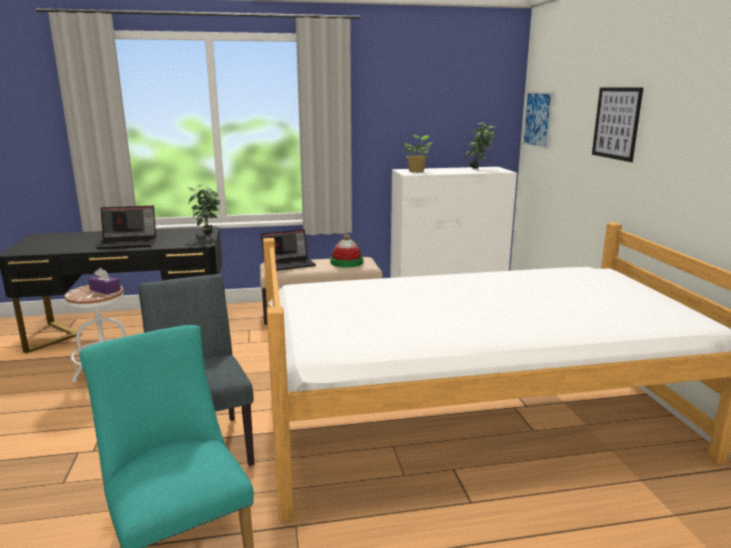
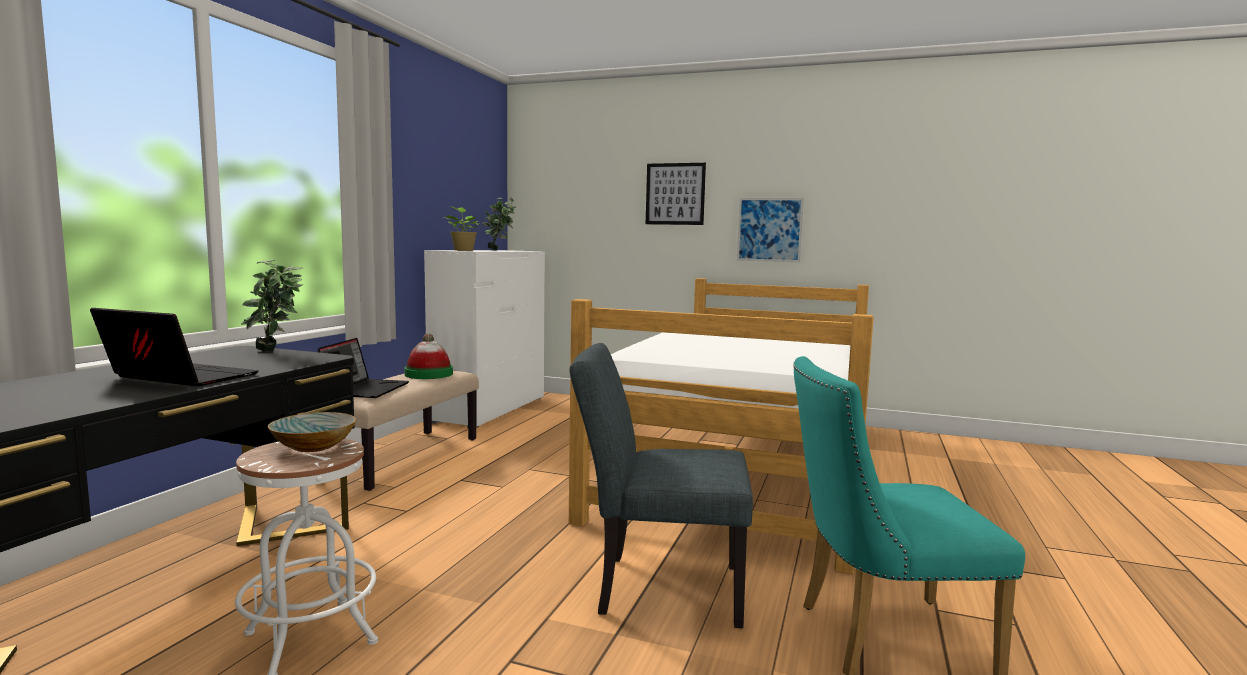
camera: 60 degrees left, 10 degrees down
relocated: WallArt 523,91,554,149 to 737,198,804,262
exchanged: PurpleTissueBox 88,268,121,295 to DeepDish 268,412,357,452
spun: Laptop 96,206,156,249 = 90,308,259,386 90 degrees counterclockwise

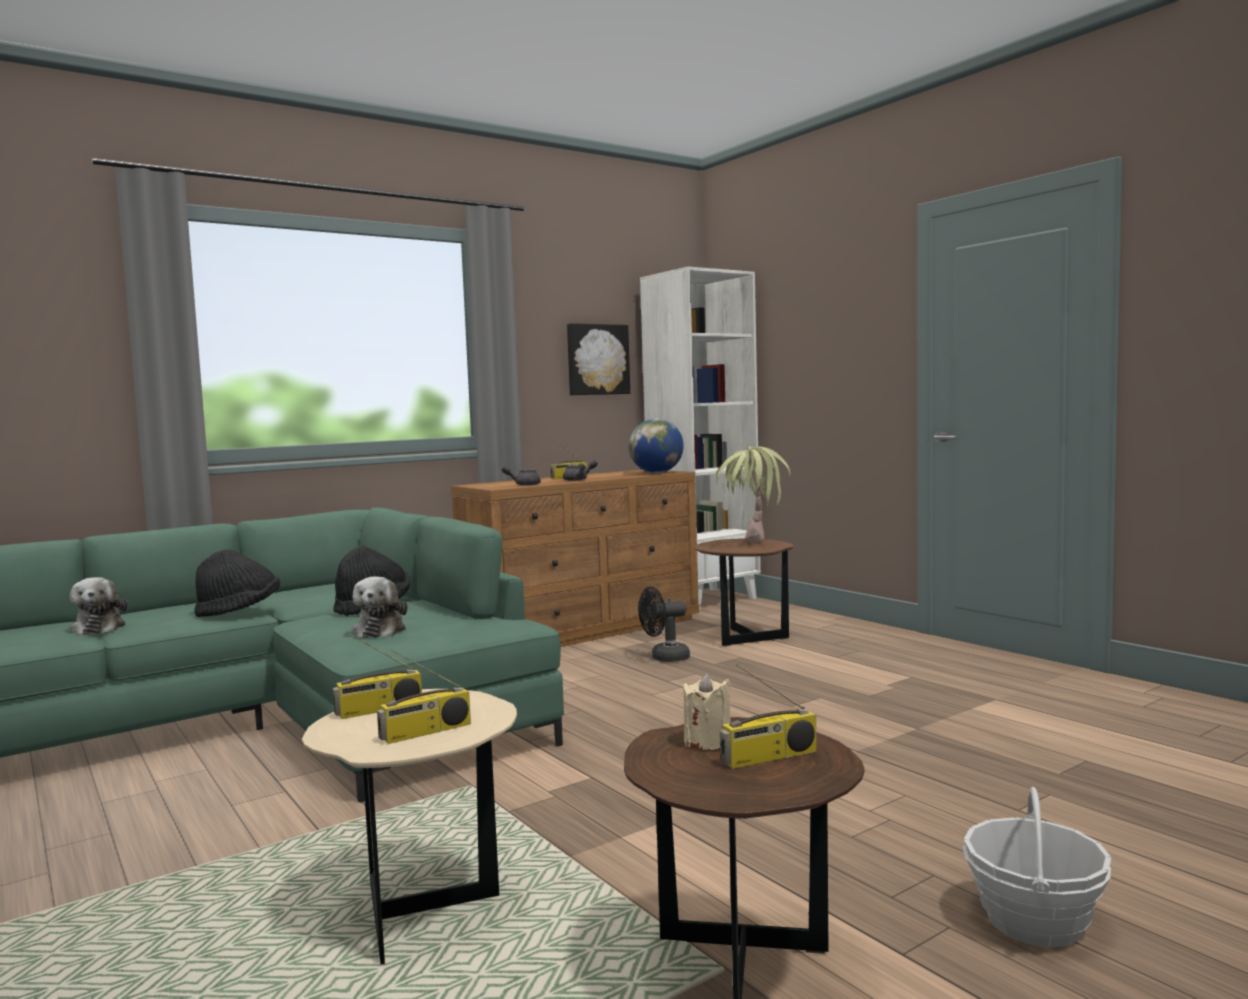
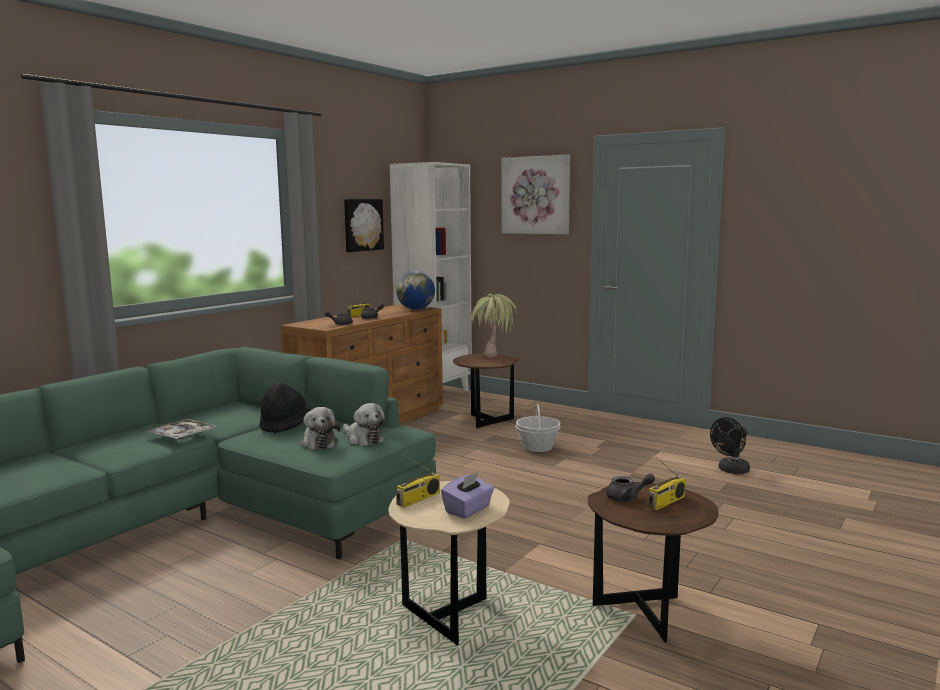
camera: 20 degrees left, 5 degrees up
appeared: WallArt 501,155,570,234
relocated: PlushToy 68,577,128,635 to 343,403,385,446; BlackColouredFan 638,587,690,662 to 710,417,750,474; Basket 962,787,1111,947 to 515,403,561,452
exchanged: BlackColouredHat 194,550,280,617 to Tray 146,419,217,439; Radio 377,650,471,744 to PurpleTissueBox 441,472,494,518; BeigeWaxLight 683,673,731,750 to GreyPotForTea 606,473,655,502

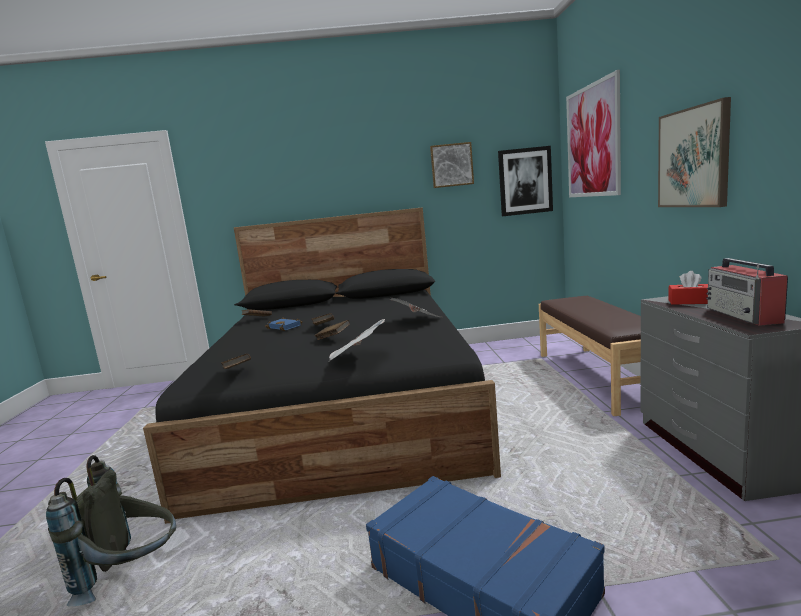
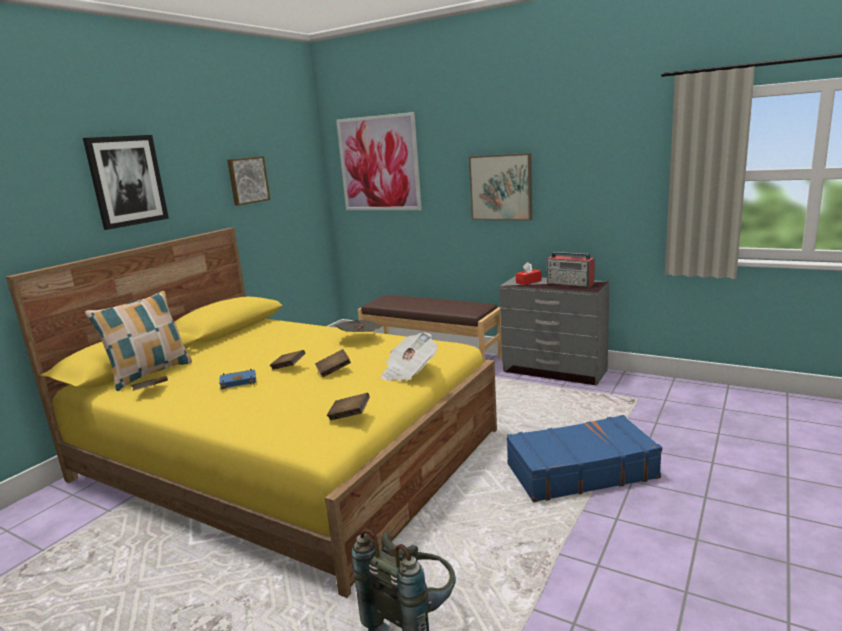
camera: 55 degrees left, 5 degrees up
appeared: ThrowPillow 85,291,192,391
relocated: WallArt 498,146,553,216 to 83,135,169,230
colour: BlackColouredBed 143,207,501,524 to YellowBed 6,228,497,598

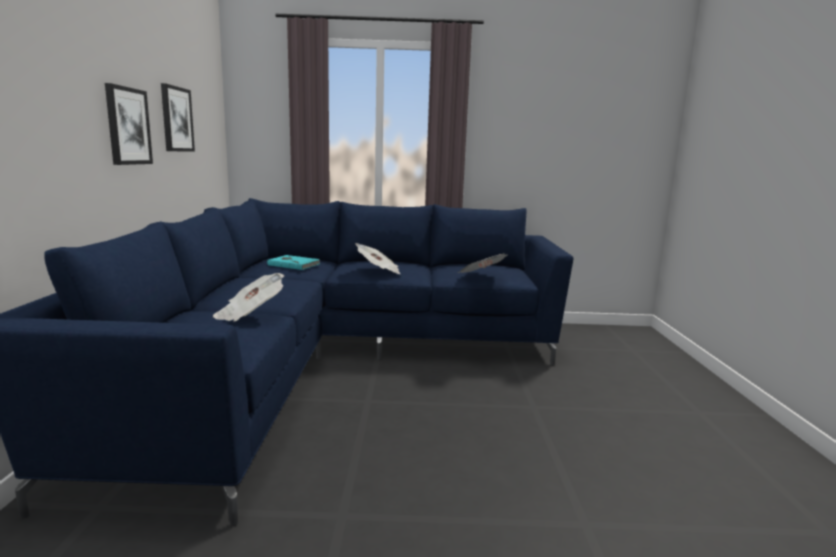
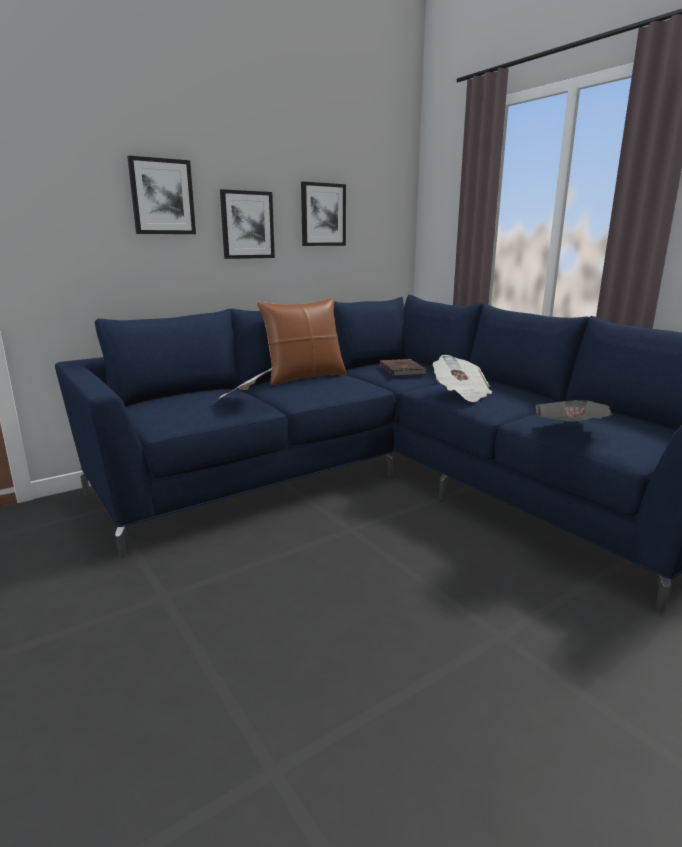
camera: 55 degrees right, 5 degrees up
appeared: WallArt 127,156,196,234; BrownishThrowPillow 256,297,347,385
colour: TurquoiseBook 267,255,320,270 to BrownishBook 380,359,426,376

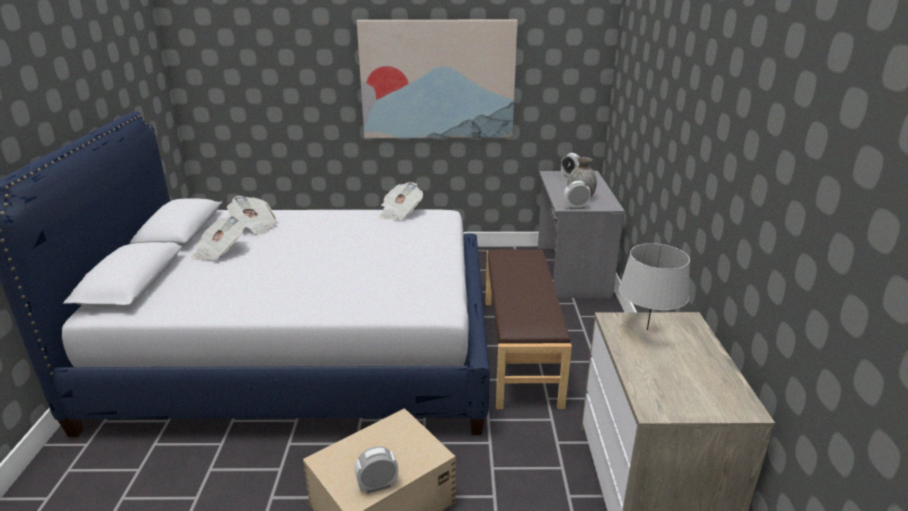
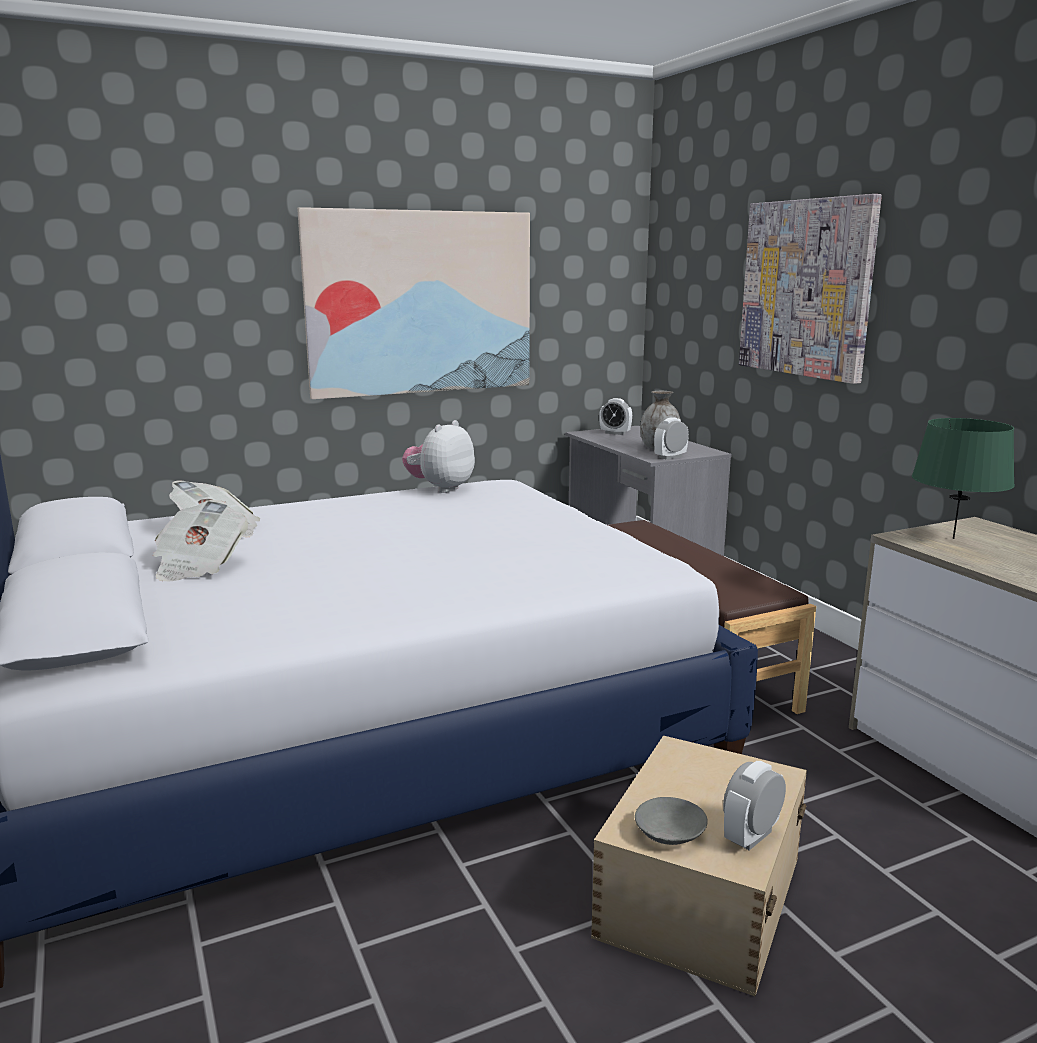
camera: 25 degrees left, 10 degrees down
appeared: GreyDeepDish 635,797,708,845; WallArt 739,194,882,384
exchanged: Newspaper 379,182,423,219 to PlushToy 402,420,475,493
colour: GreyLampForATable 619,243,690,330 to GreenColouredLampForATable 912,418,1015,539

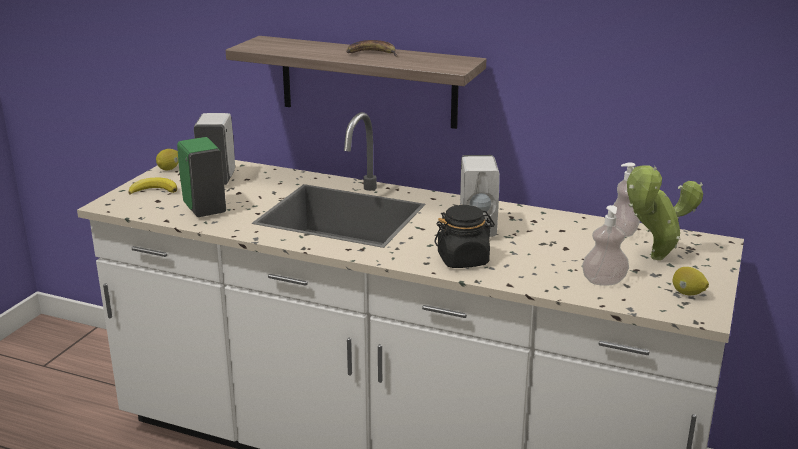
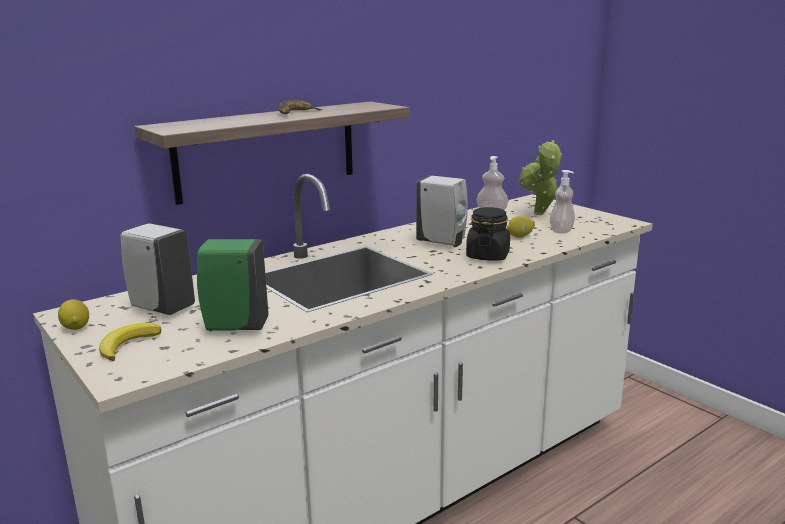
camera: 60 degrees left, 5 degrees down
relocated: CitrusFruit 673,267,709,295 to 507,216,535,238

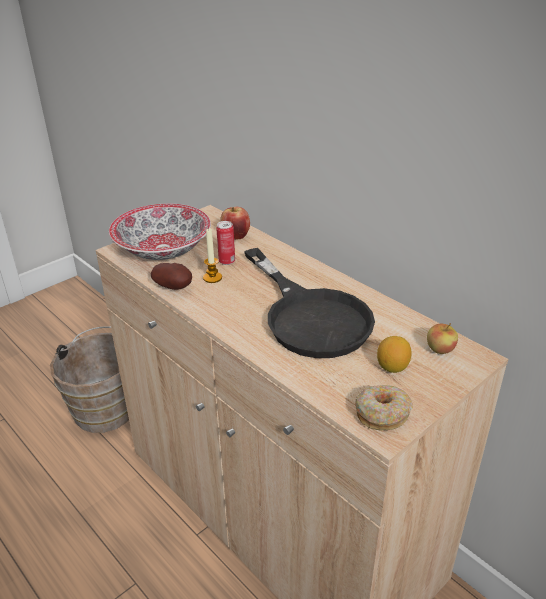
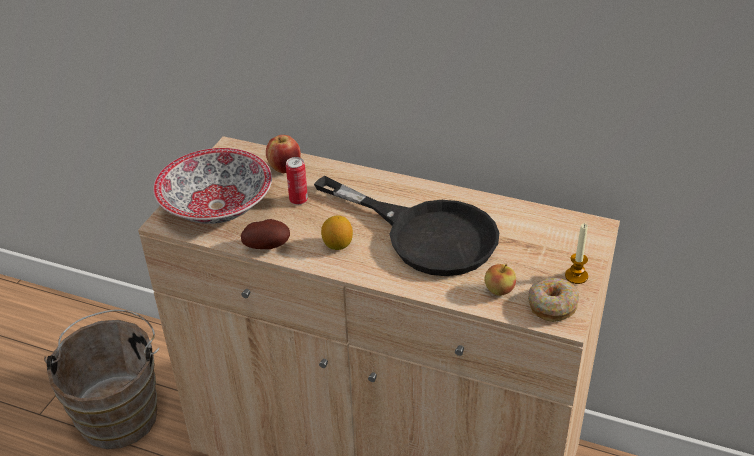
camera: 25 degrees left, 5 degrees up
relocated: WaxLight 203,228,222,283 to 565,223,588,284; CitrusFruit 377,336,412,373 to 321,215,353,250; Apple 427,323,458,354 to 484,263,516,296

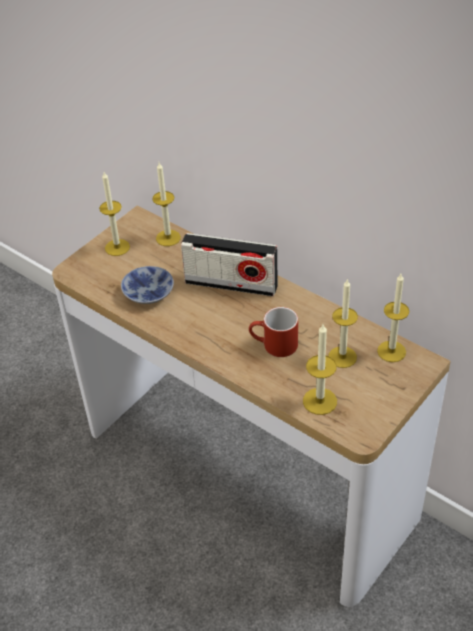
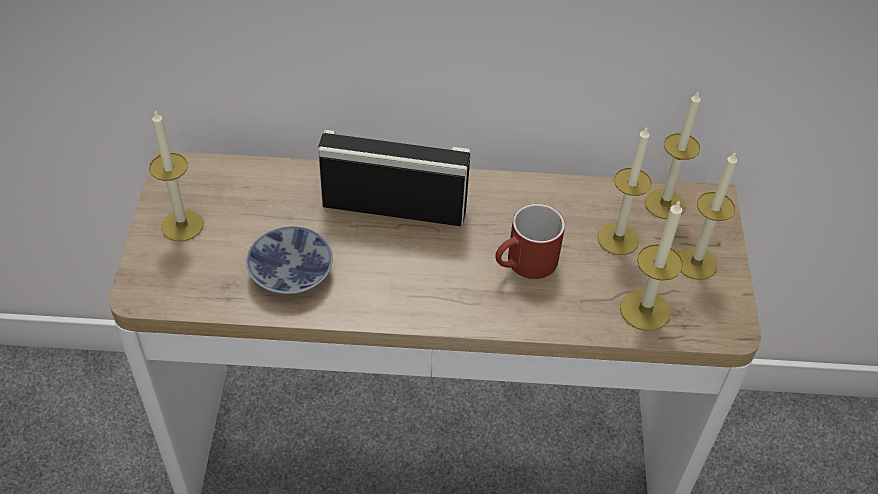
camera: 40 degrees left, 5 degrees up
relocated: WaxLight 152,162,181,246 to 678,153,737,280
spun: Radio 181,233,278,296 = 318,130,471,226 150 degrees counterclockwise

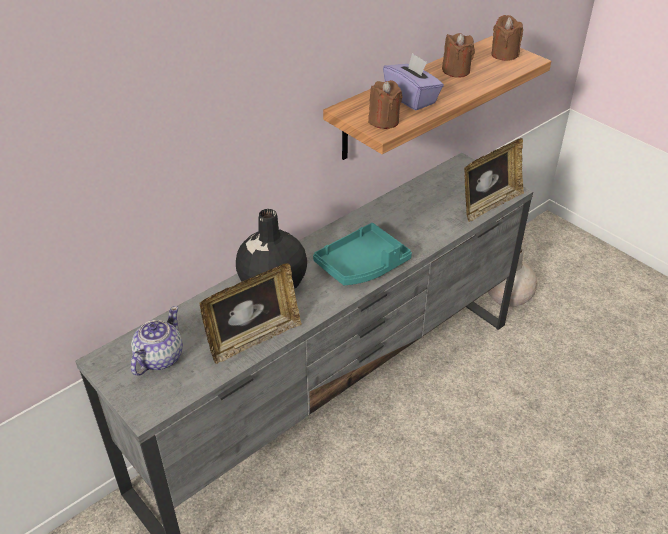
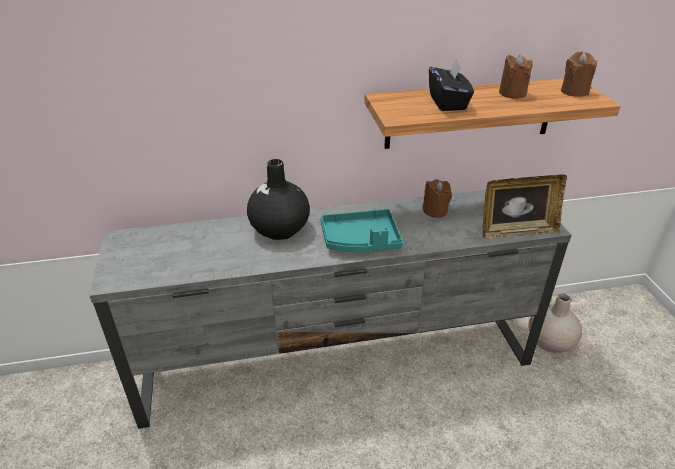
camera: 30 degrees right, 5 degrees down
missing: PotForTea 131,306,183,376; StandingFrame 199,263,302,364
relocated: BrownishWaxLight 368,80,403,129 to 422,179,452,218
colour: PurpleTissueBox 383,53,444,110 to BlackColouredTissueBox 429,58,474,111

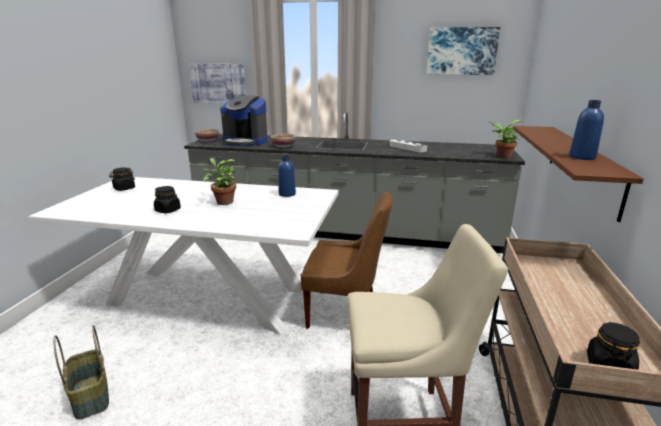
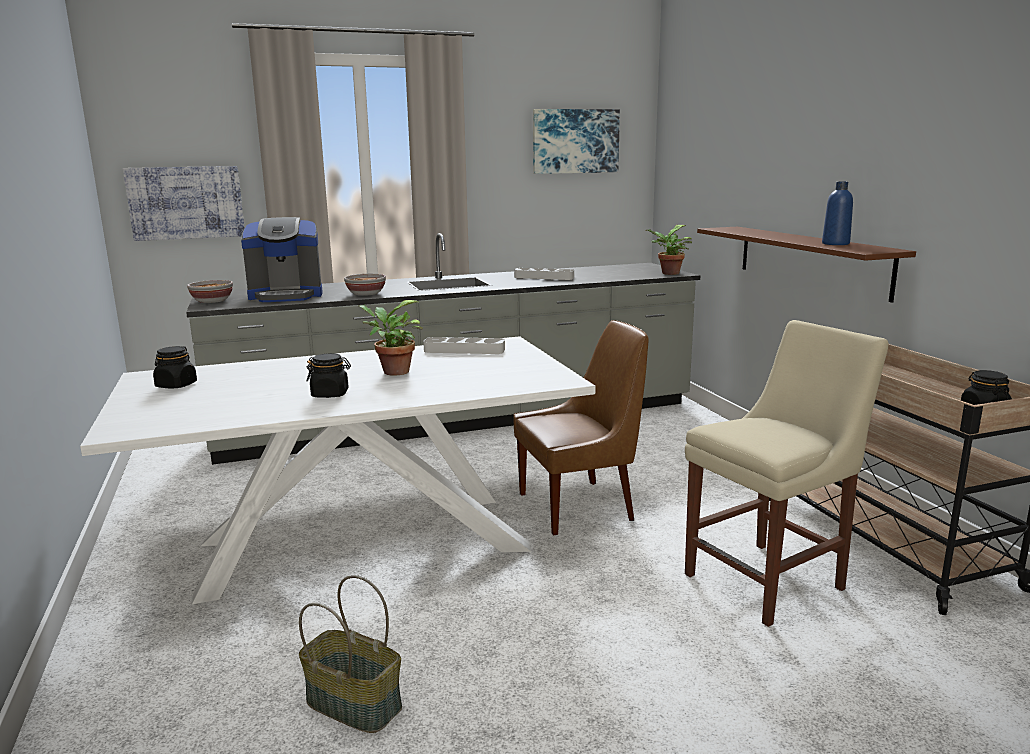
camera: 30 degrees left, 5 degrees down
exchanged: BluishBottle 278,155,296,197 to GreyTray 423,337,505,354

